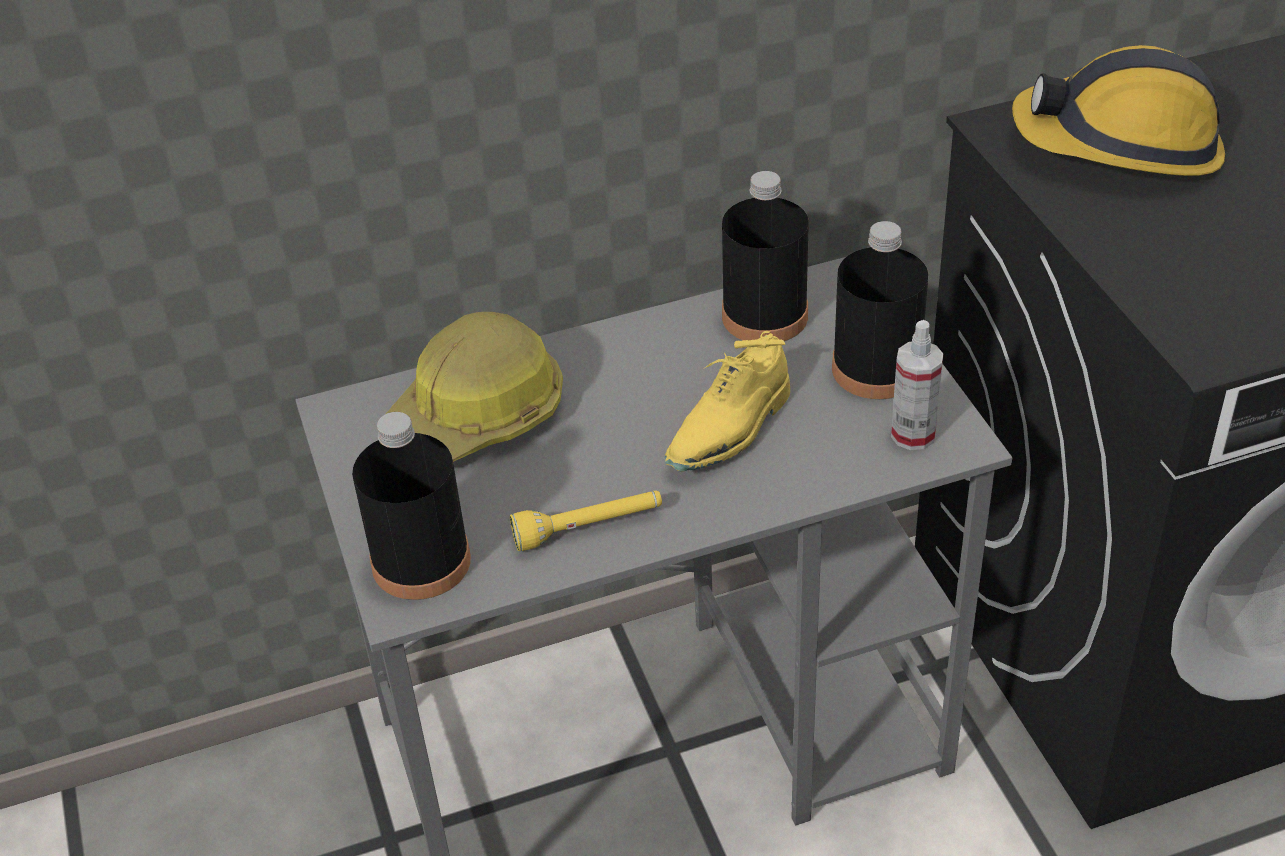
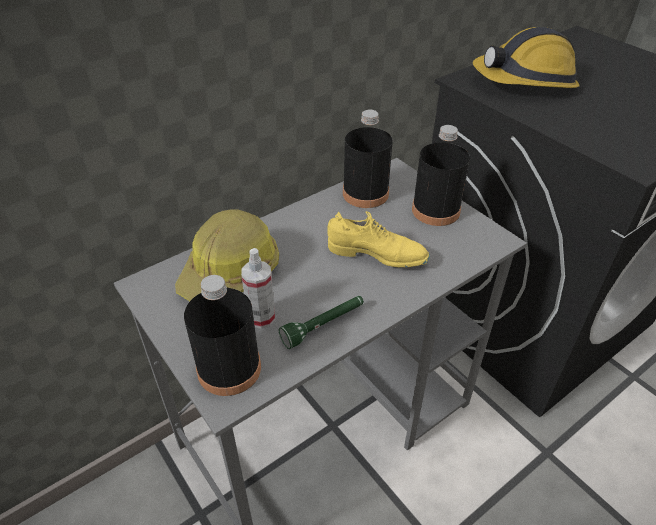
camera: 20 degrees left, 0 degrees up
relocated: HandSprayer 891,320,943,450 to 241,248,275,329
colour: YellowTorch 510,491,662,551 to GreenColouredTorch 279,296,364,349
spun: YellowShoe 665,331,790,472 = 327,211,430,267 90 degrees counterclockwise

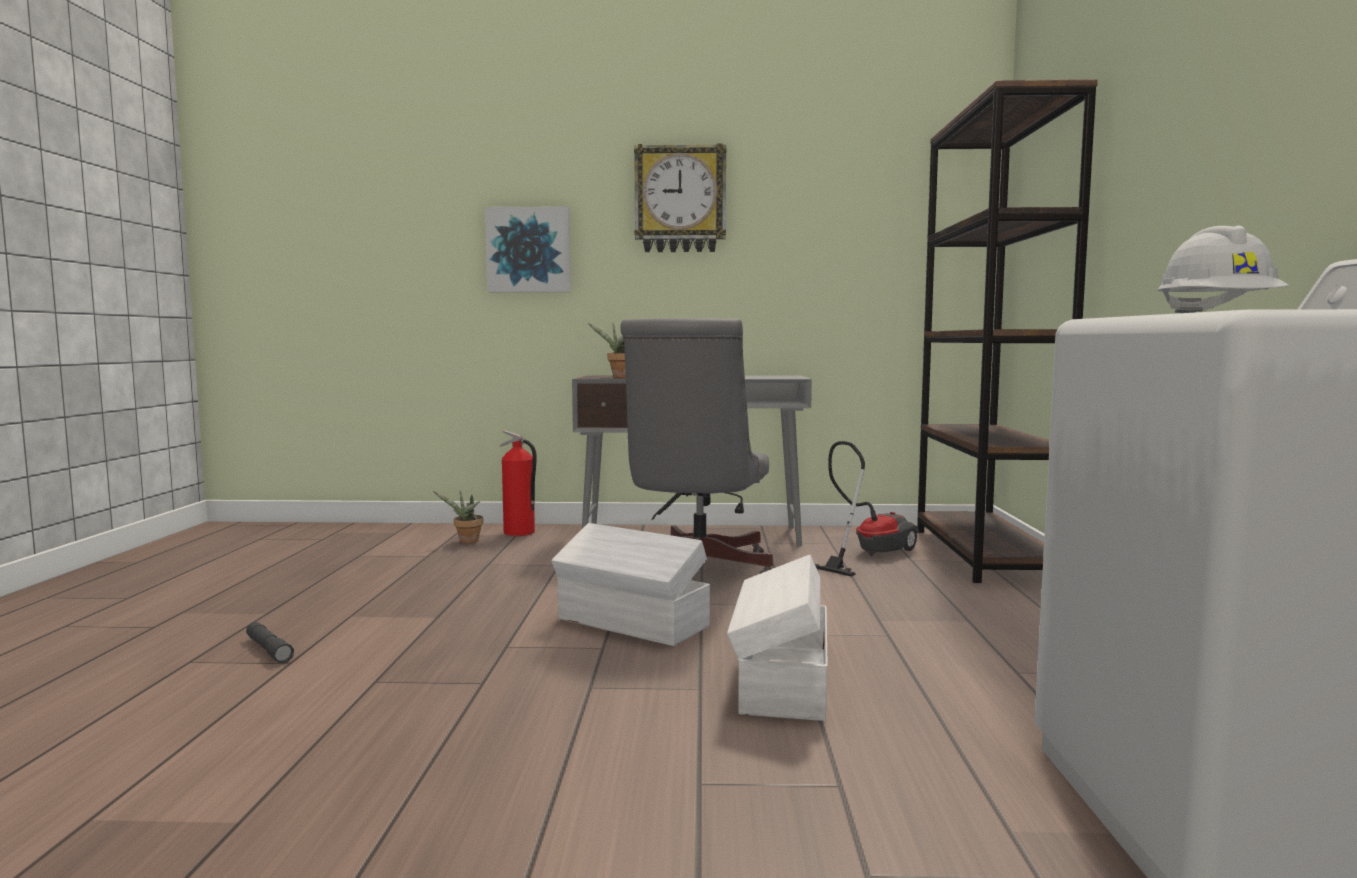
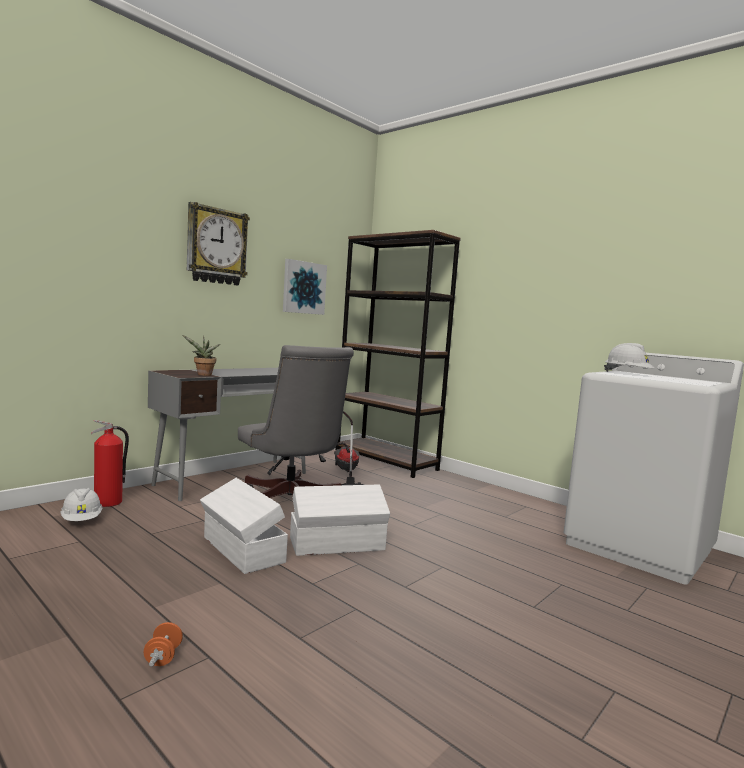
camera: 50 degrees left, 0 degrees up
relocated: WallArt 485,206,571,292 to 283,259,327,315; WhiteStorageBox 727,555,828,721 to 200,478,288,574
exchanged: GreyTorch 246,622,294,663 to OrangeyHandWeight 144,622,183,667; Houseplant 433,490,483,543 to WhiteWorkHelmet 61,488,103,521

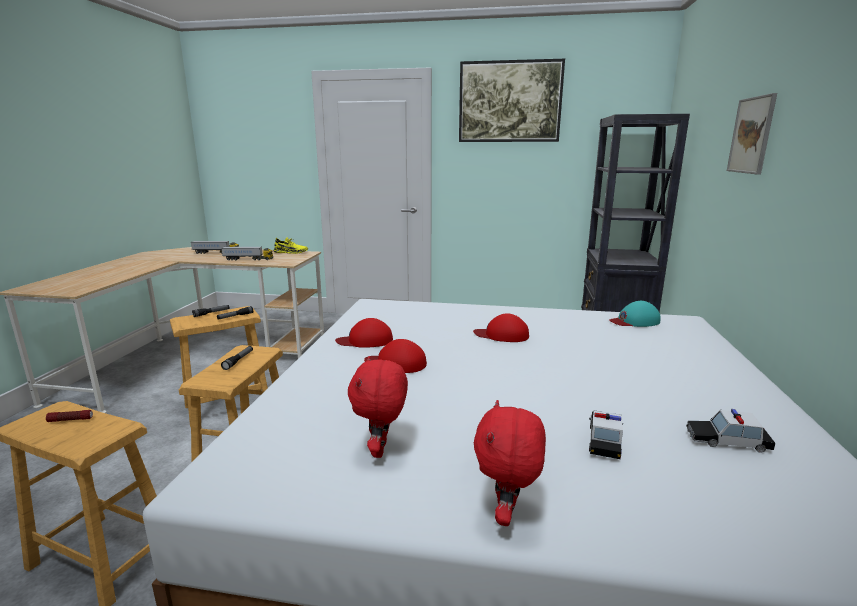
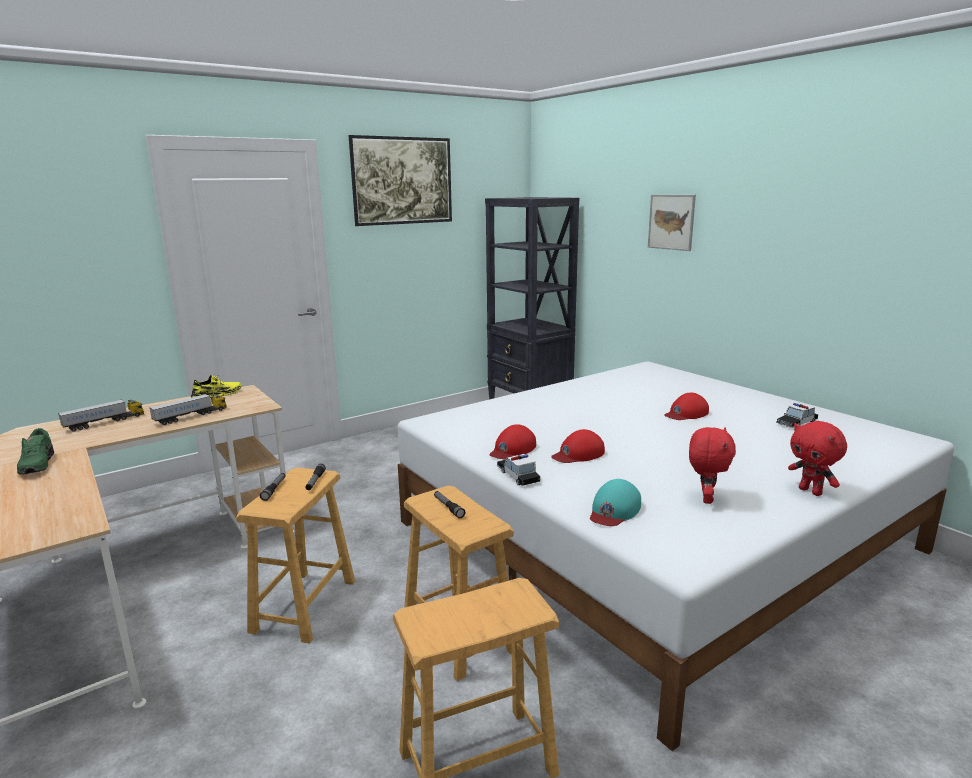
camera: 45 degrees left, 0 degrees up
missing: Torch 46,410,93,422
appeared: GreenColouredShoe 17,428,54,474
relocated: ReddishPeakedCap 473,313,529,342 to 664,393,709,420; ModelCar 589,410,623,459 to 497,454,540,486; TurquoisePeakedCap 609,301,660,327 to 590,479,641,526
spun: ReddishPlushToy 348,356,408,458 = 689,427,736,504 120 degrees counterclockwise

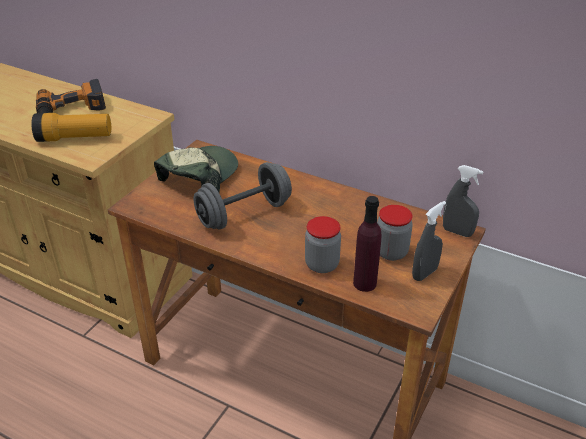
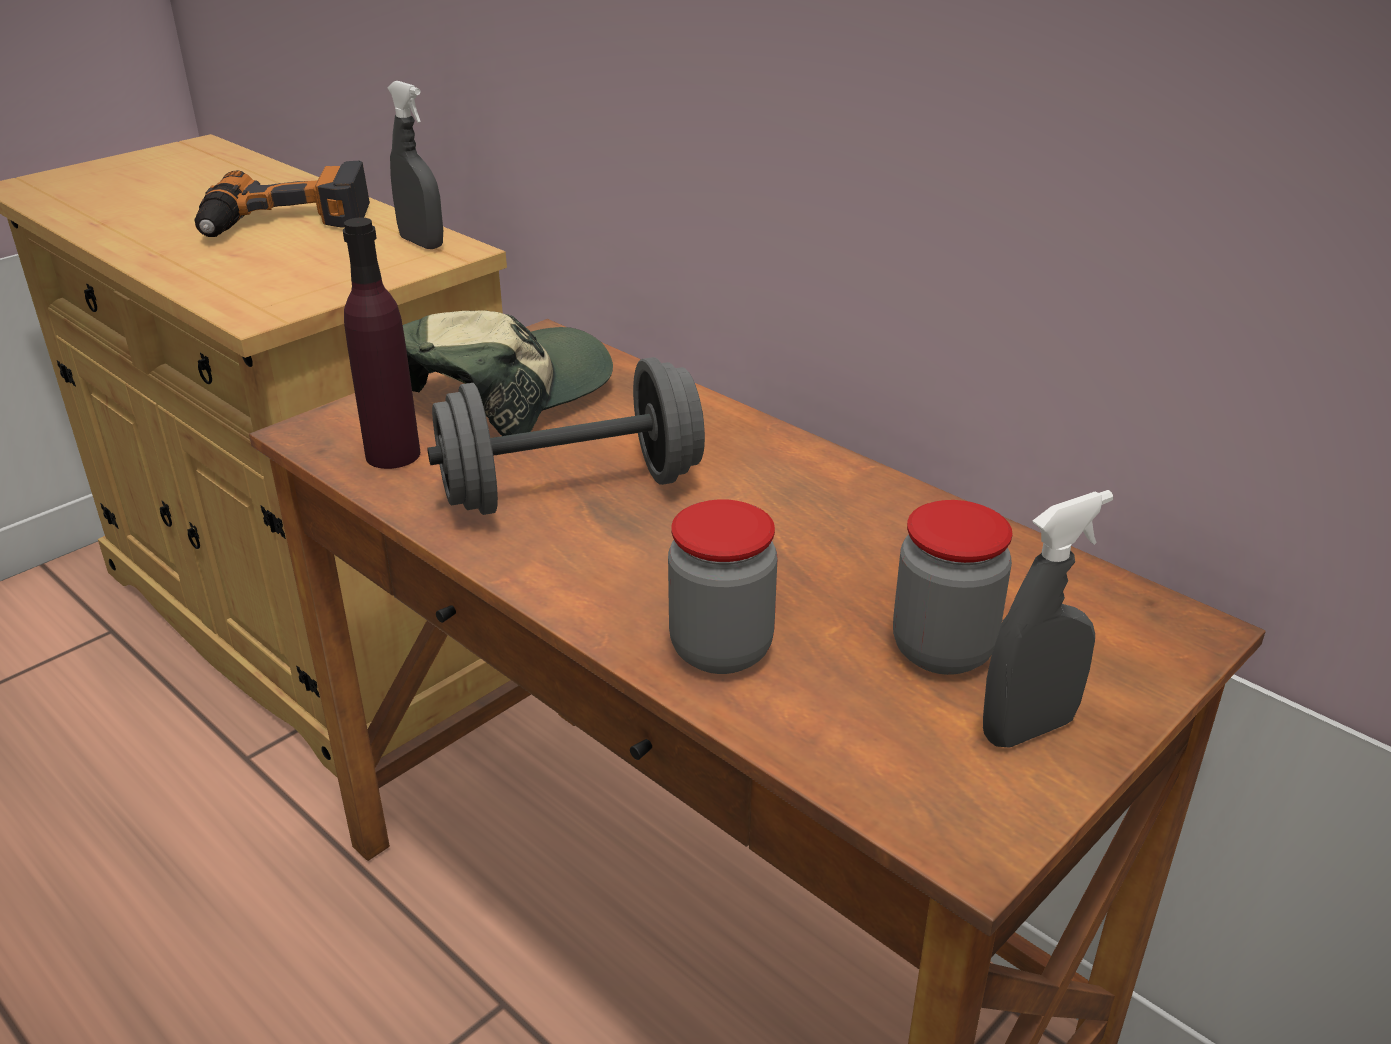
camera: 15 degrees right, 5 degrees down
missing: Torch 31,113,112,142
relocated: PurpleBottle 353,196,382,292 to 343,217,420,469; GreyHandSprayer 443,165,484,237 to 388,81,443,249

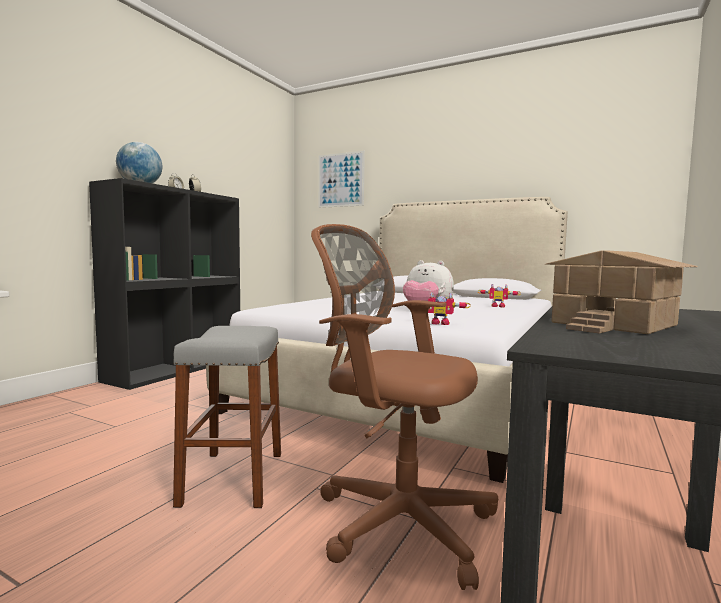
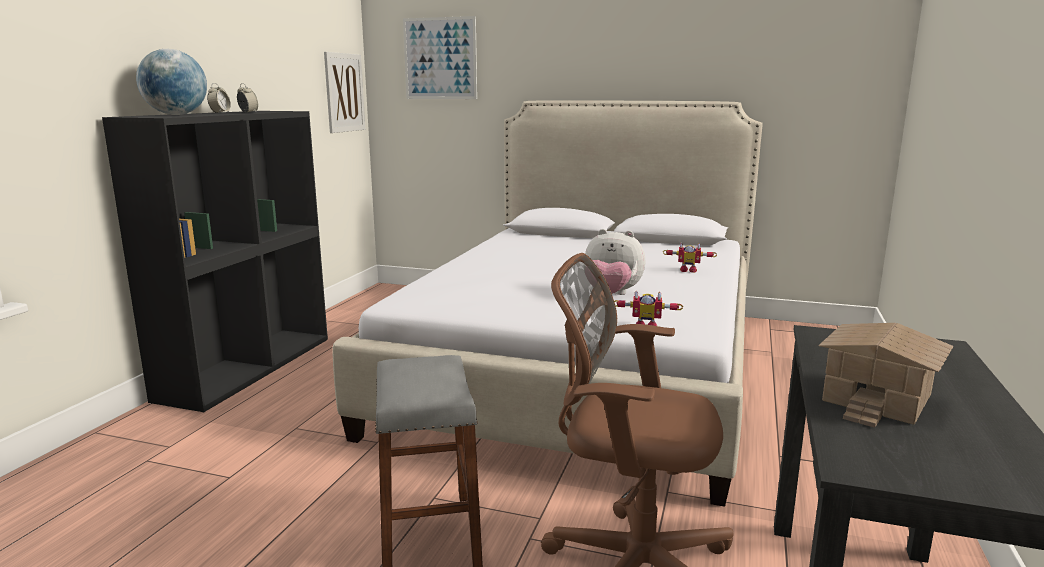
camera: 10 degrees left, 10 degrees up
appeared: WallArt 324,52,365,133

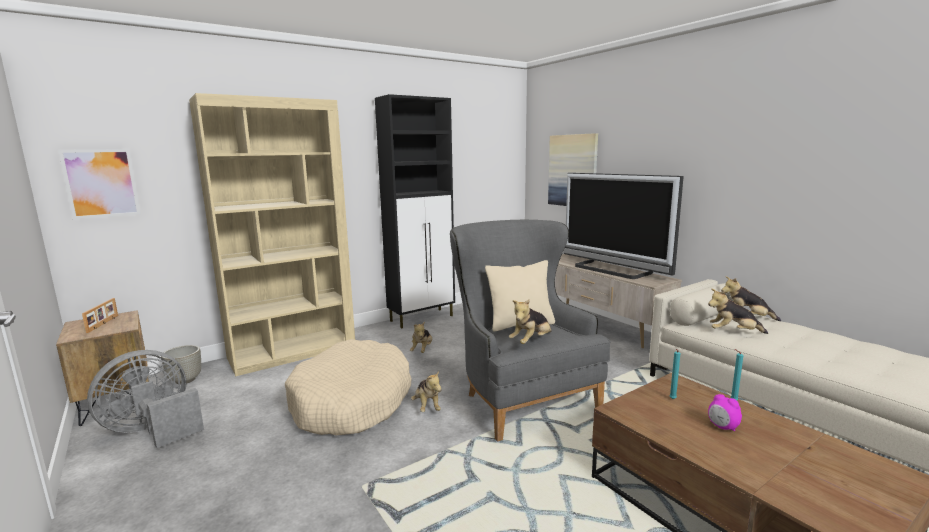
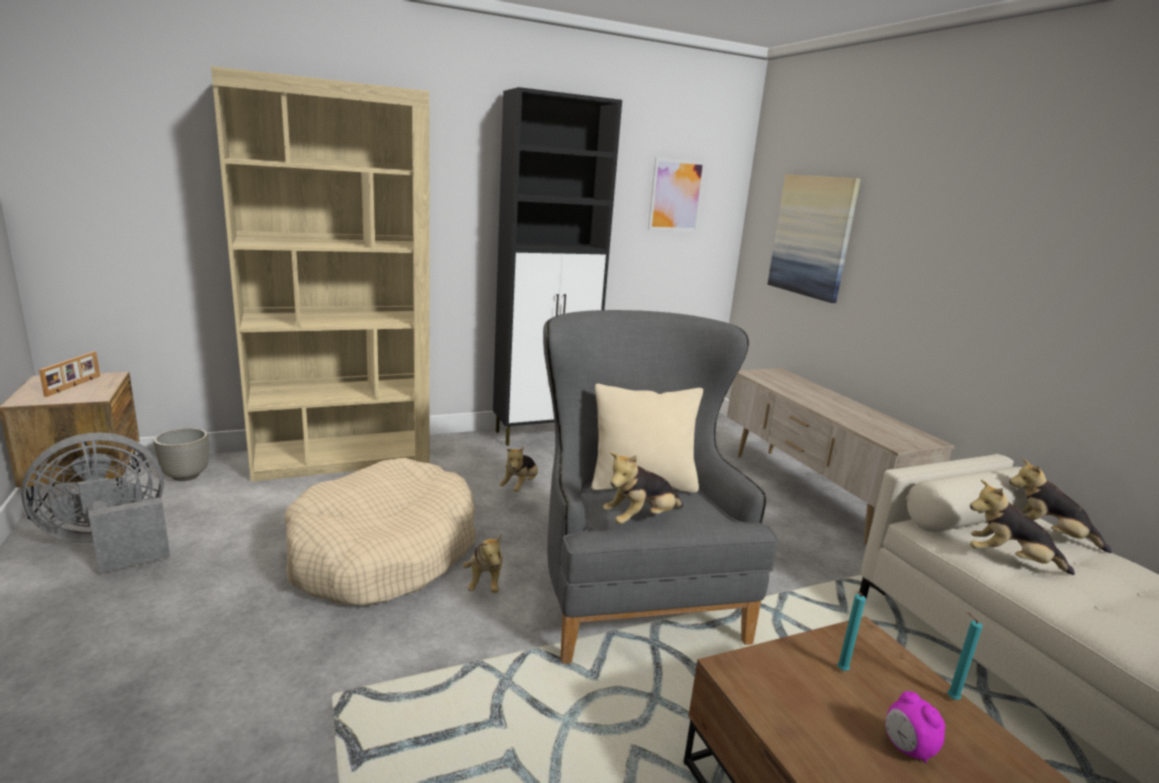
camera: 10 degrees right, 5 degrees up
missing: Television 563,173,684,279
relocated: WallArt 58,149,141,219 to 648,158,706,232

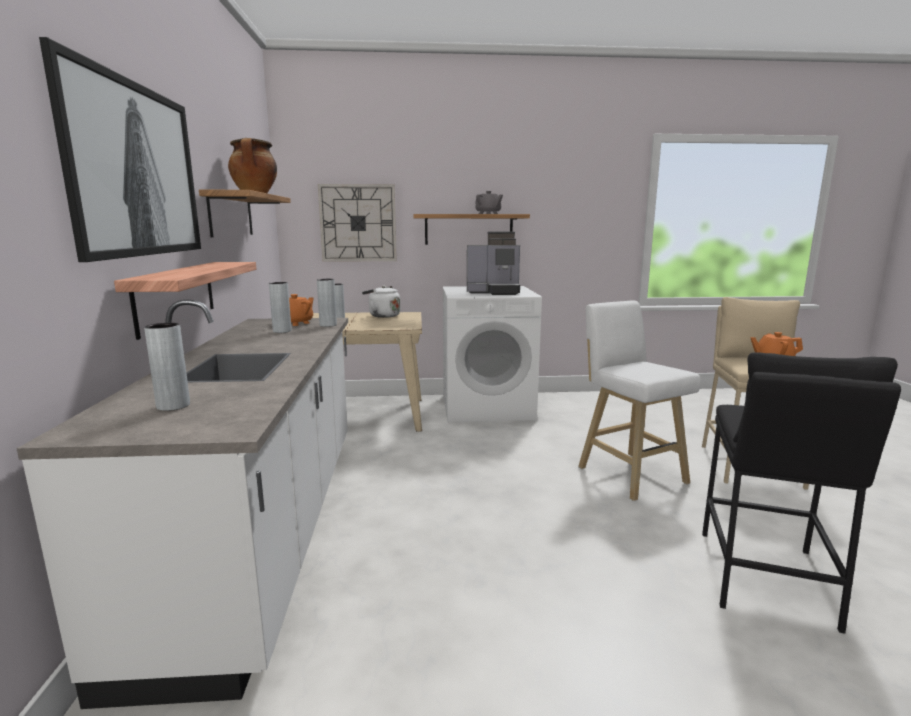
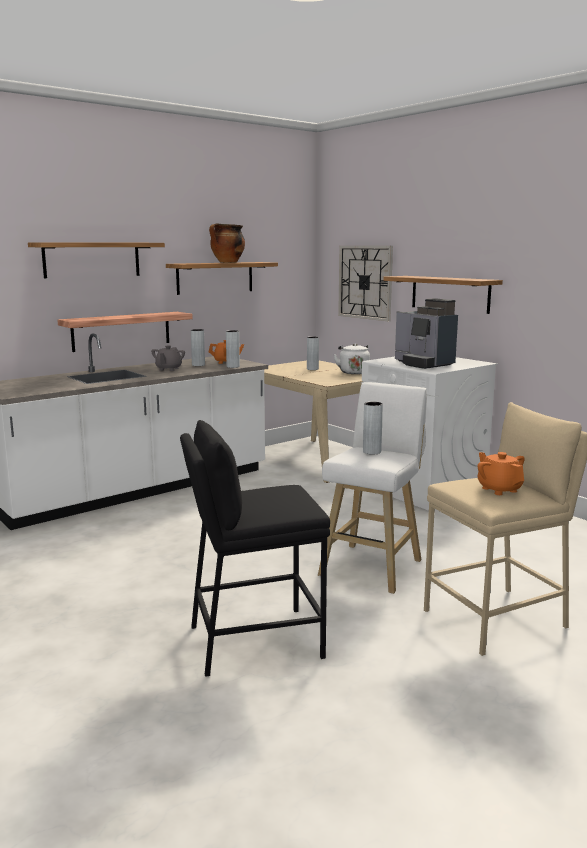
camera: 55 degrees right, 0 degrees up
relocated: GreyFlowerVase 144,323,190,411 to 363,402,383,454; GreyPotForTea 475,191,503,214 to 151,345,185,371
exchanged: WallArt 39,37,201,262 to Shelf 28,242,165,278

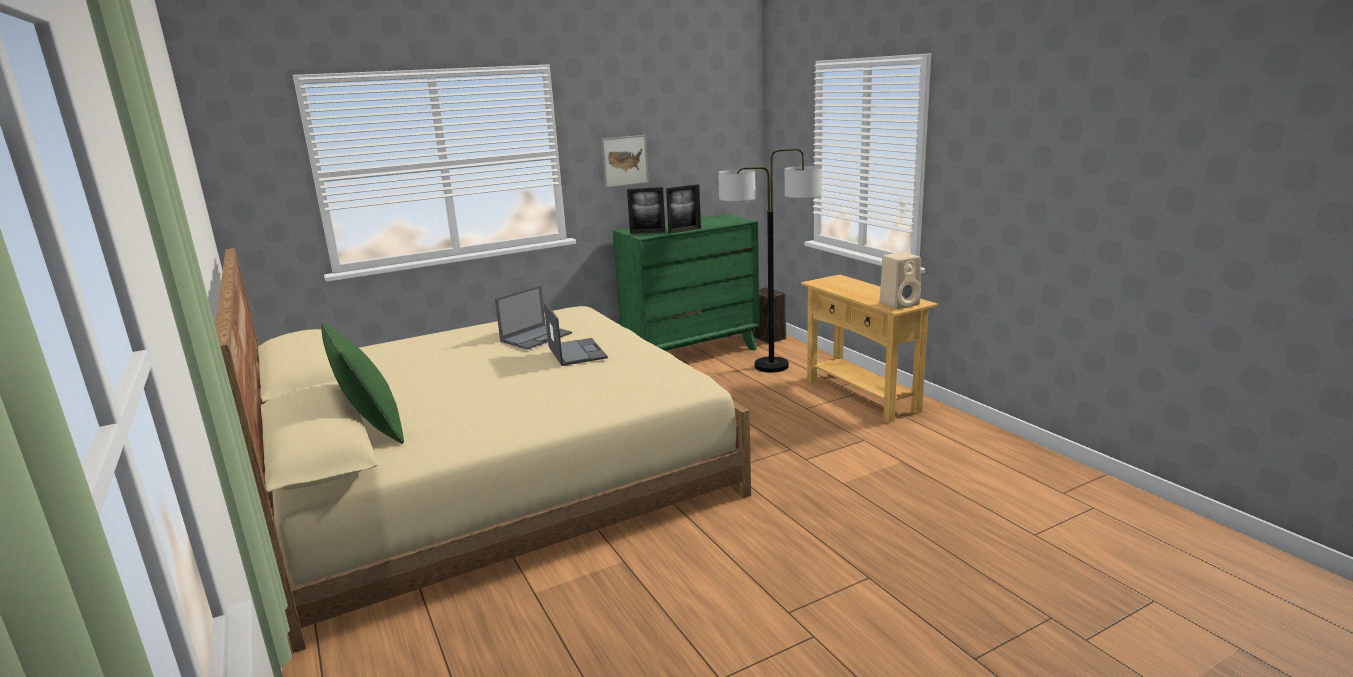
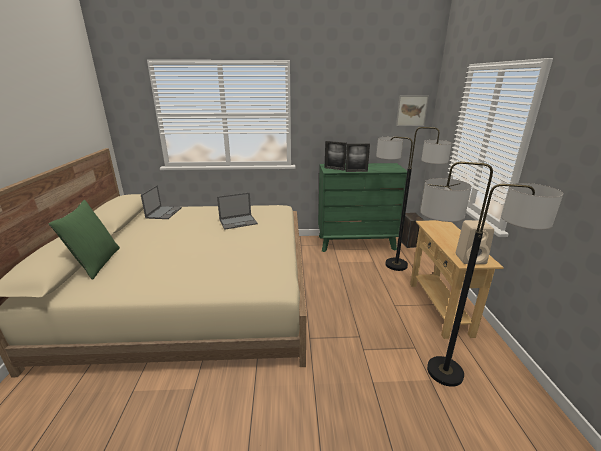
camera: 25 degrees right, 5 degrees up
appeared: FloorLamp 420,162,563,387
relocated: Laptop 544,302,608,366 to 141,185,182,219; WallArt 601,135,649,188 to 396,95,429,126

